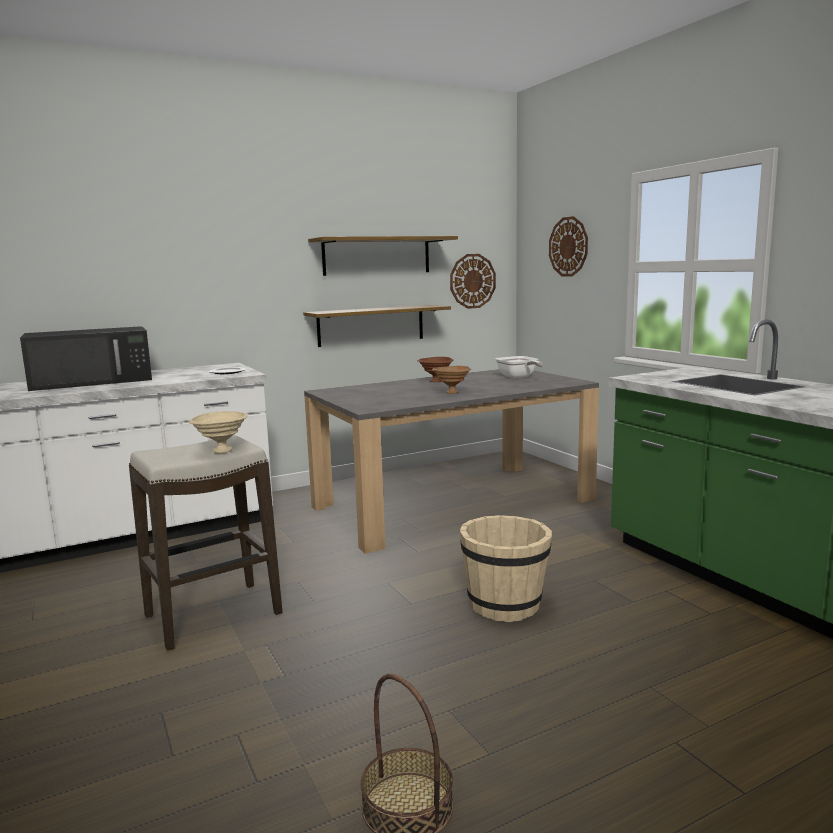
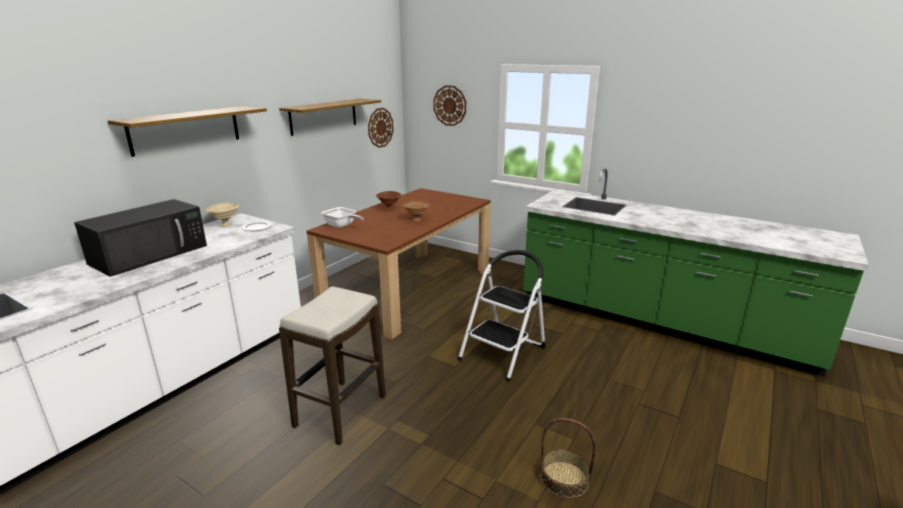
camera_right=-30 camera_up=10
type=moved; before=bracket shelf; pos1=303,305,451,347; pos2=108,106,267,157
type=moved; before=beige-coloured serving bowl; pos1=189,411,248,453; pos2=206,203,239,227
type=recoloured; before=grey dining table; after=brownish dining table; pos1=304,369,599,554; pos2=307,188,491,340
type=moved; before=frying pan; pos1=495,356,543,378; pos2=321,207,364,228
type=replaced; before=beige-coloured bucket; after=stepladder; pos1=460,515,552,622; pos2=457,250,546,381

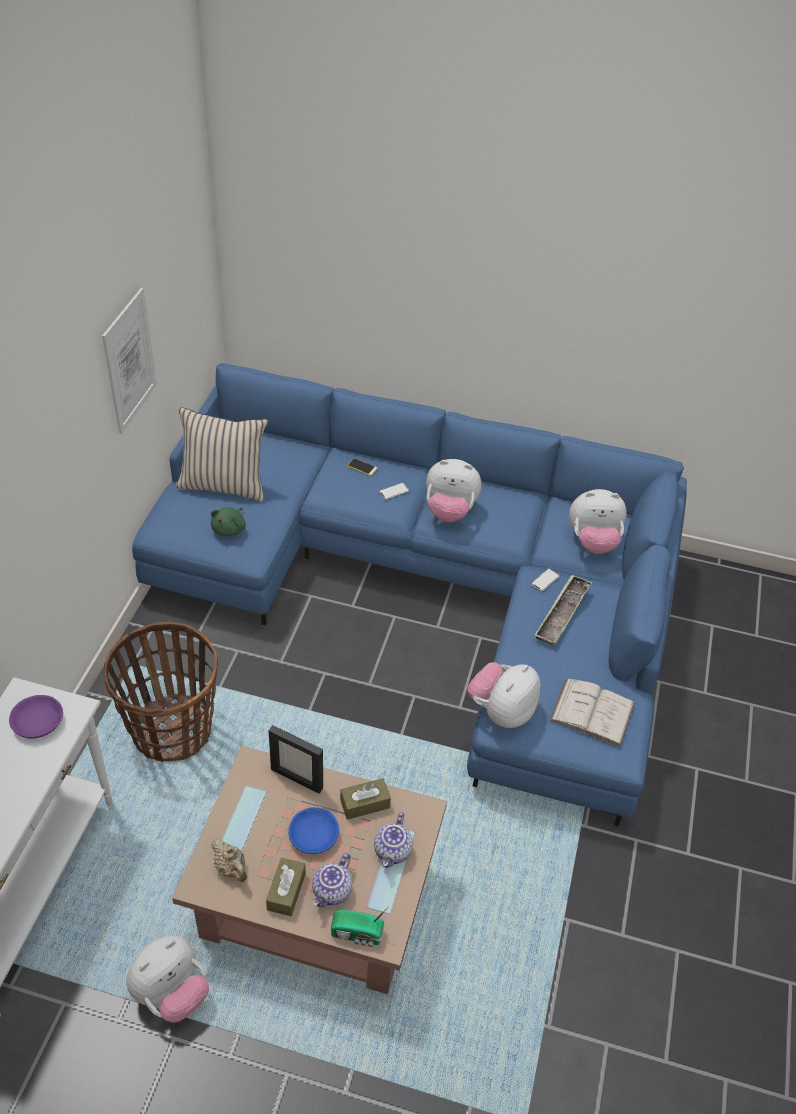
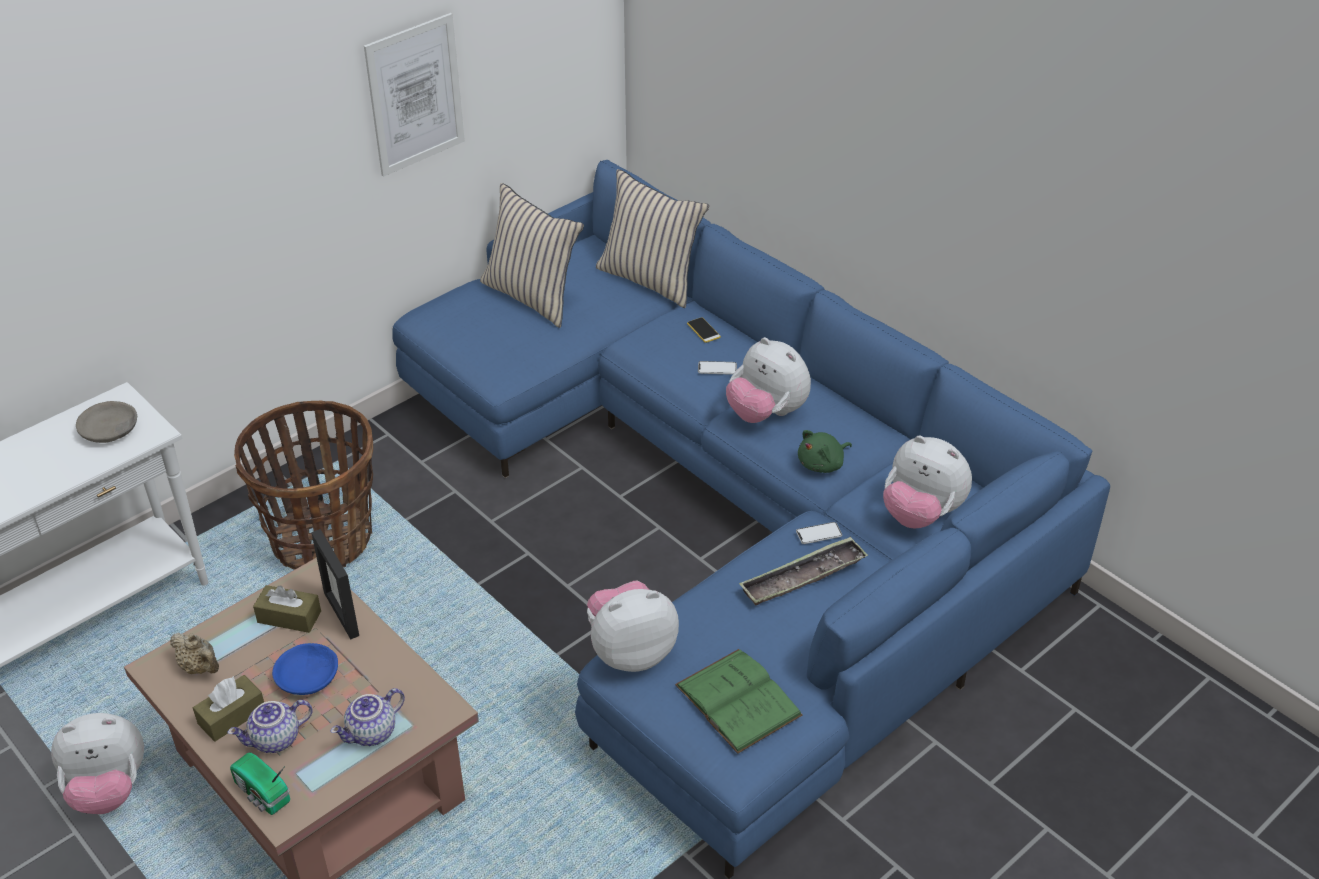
camera_right=35 camera_up=-5
type=recoloured; before=purple serving bowl; after=grey serving bowl; pos1=9,695,63,739; pos2=76,401,137,443
type=turned; before=beige-coloured pot for tea; pos1=211,838,247,882; pos2=170,632,219,674; turn=-45
type=moved; before=brownish tissue holder; pos1=340,778,391,820; pos2=253,585,321,633
type=added; after=beige-coloured pillow; pos2=596,169,709,308
type=recoloured; before=white volume; after=green volume; pos1=550,678,635,747; pos2=675,649,803,754
type=moved; before=green soft toy; pos1=211,507,246,536; pos2=798,430,852,473

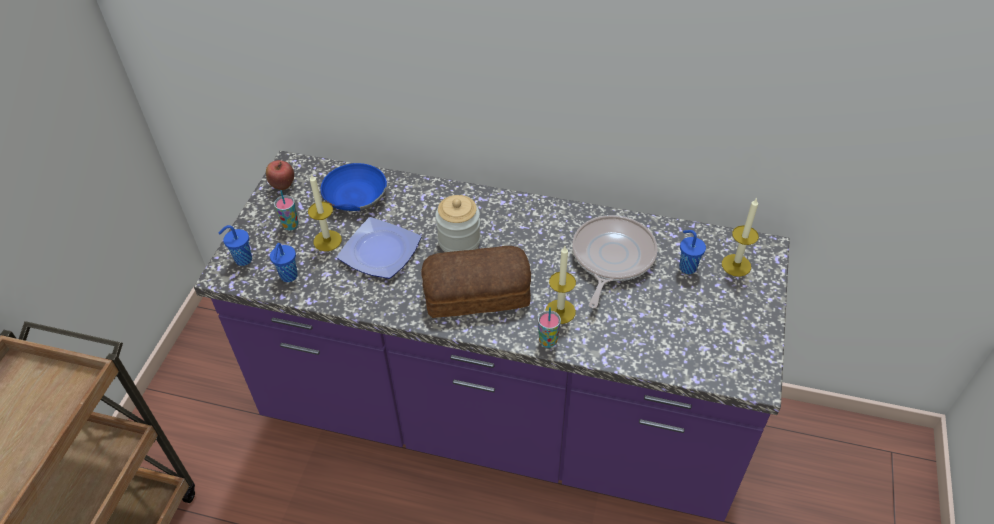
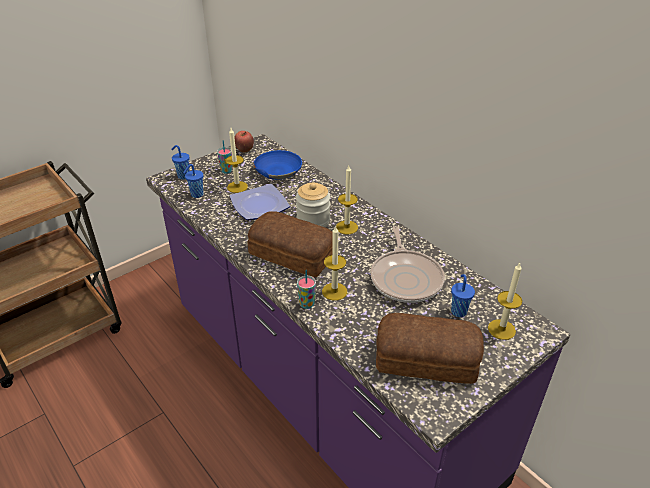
camera_right=35 camera_up=-10
type=added; after=candle; pos2=336,166,358,234
type=turned; before=frying pan; pos1=572,215,658,308; pos2=371,226,445,303; turn=120
type=added; after=bread; pos2=376,313,484,384

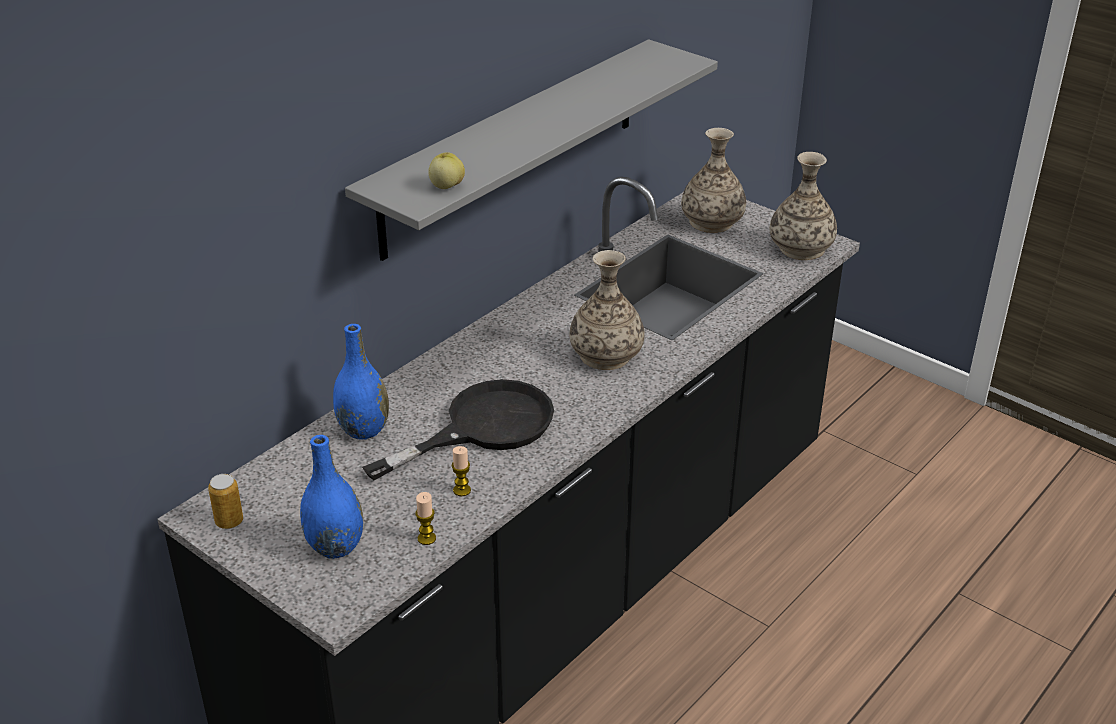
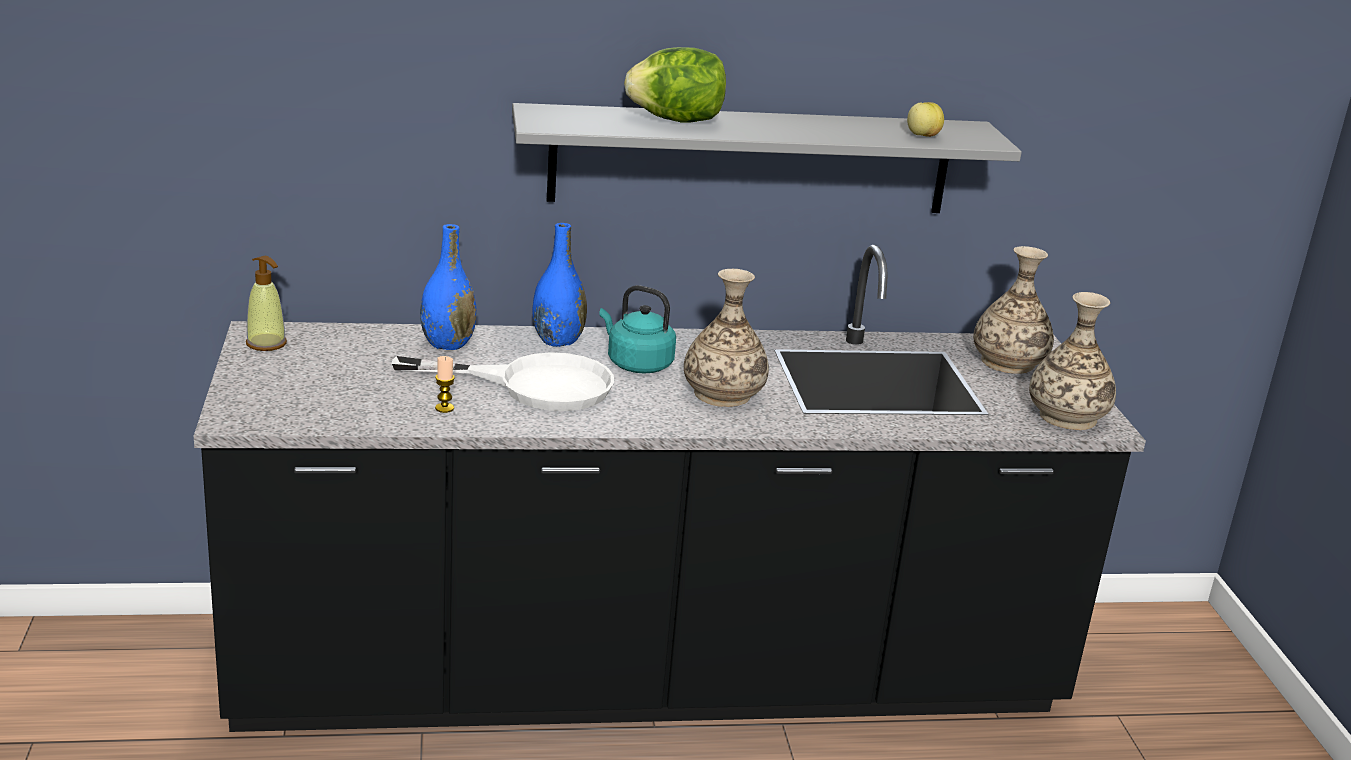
camera_right=40 camera_up=-10
type=replaced; before=metal can; after=liquid soap bottle; pos1=208,474,243,529; pos2=246,256,287,351
type=recoloured; before=black frying pan; after=white frying pan; pos1=362,379,554,480; pos2=392,352,614,411
type=moved; before=bluish vase; pos1=300,435,363,559; pos2=532,223,587,347
type=added; after=blue-green water kettle; pos2=599,285,676,373
type=added; after=lettuce head; pos2=624,47,726,122
type=moved; before=apple; pos1=428,152,465,189; pos2=907,102,944,137
type=removed; before=candle; pos1=415,492,436,545

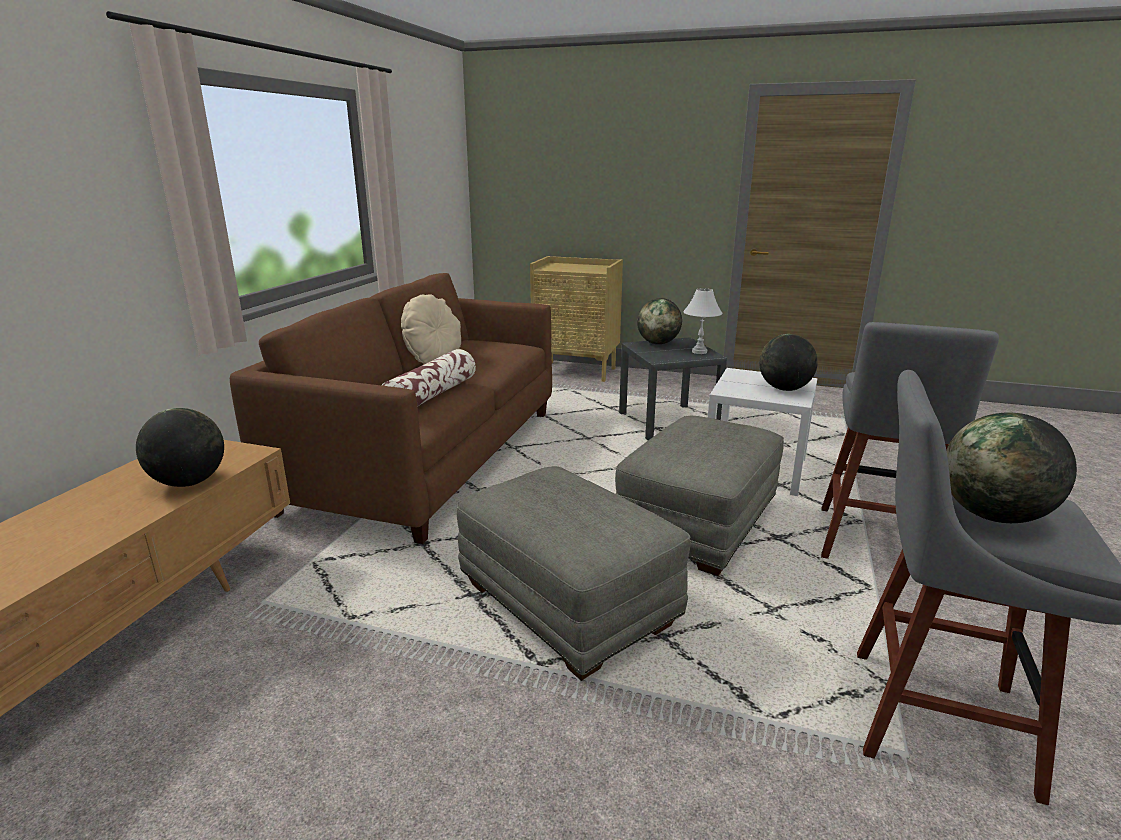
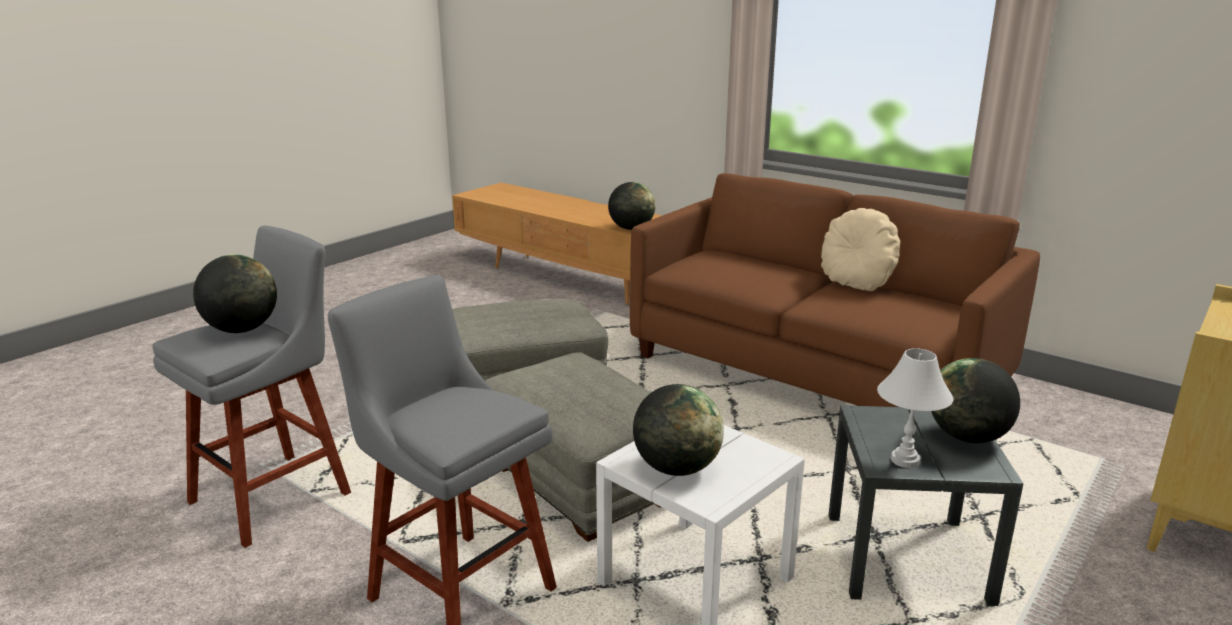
camera_right=110 camera_up=0
type=removed; before=pillow; pos1=381,349,476,407

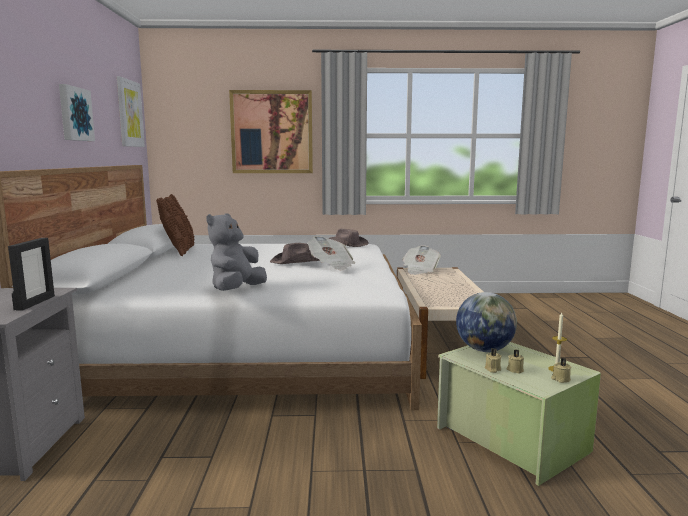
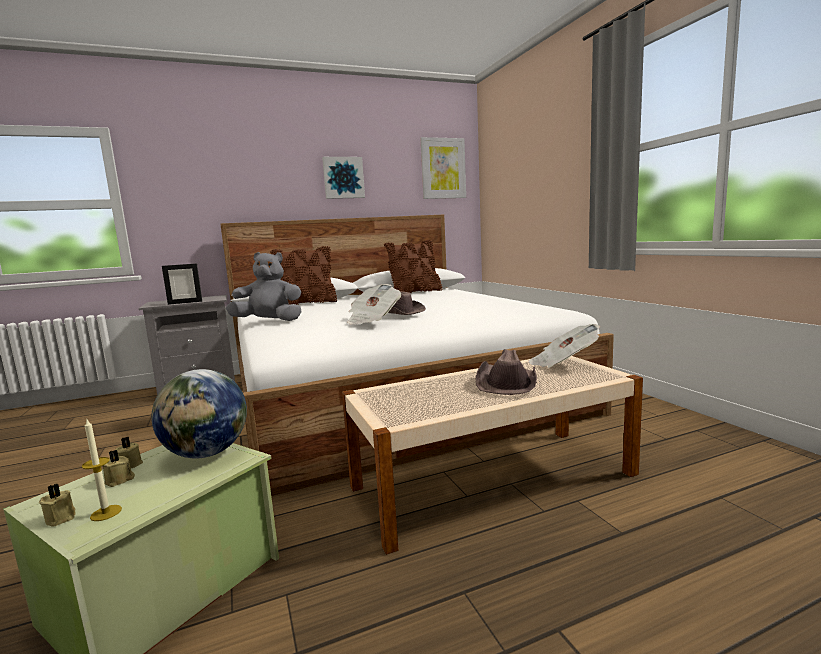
camera_right=70 camera_up=0
type=added; after=brownish pillow; pos2=270,246,337,305
type=moved; before=brownish hat; pos1=328,229,368,247; pos2=475,349,537,395
type=removed; before=wall picture; pos1=229,90,313,173

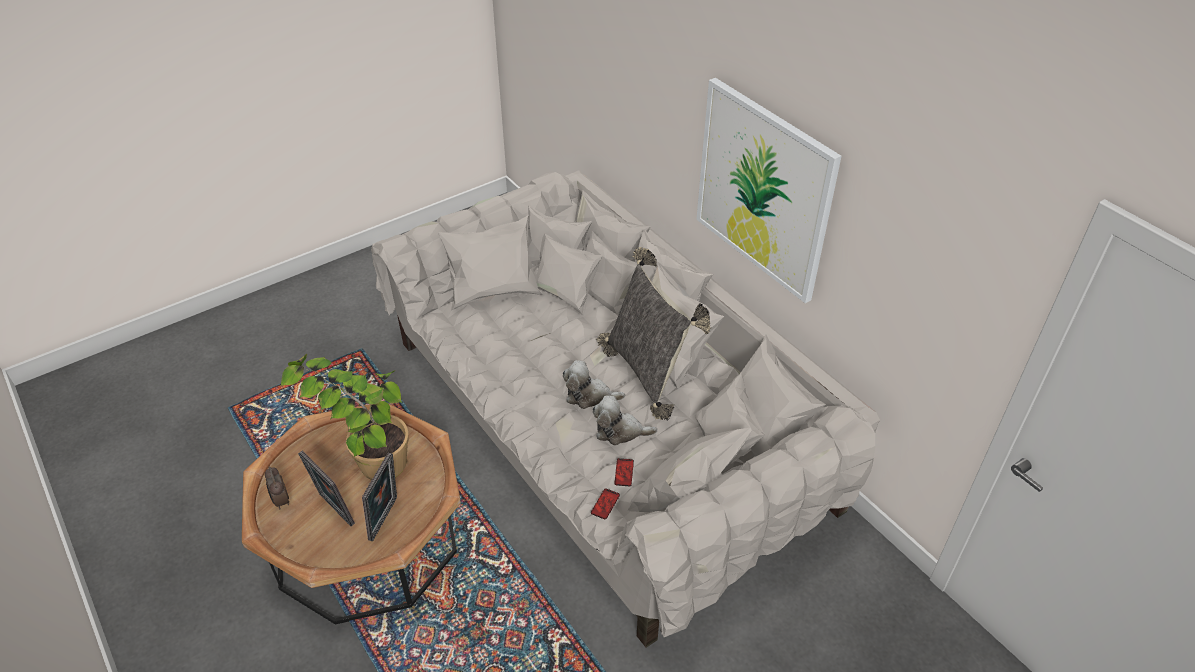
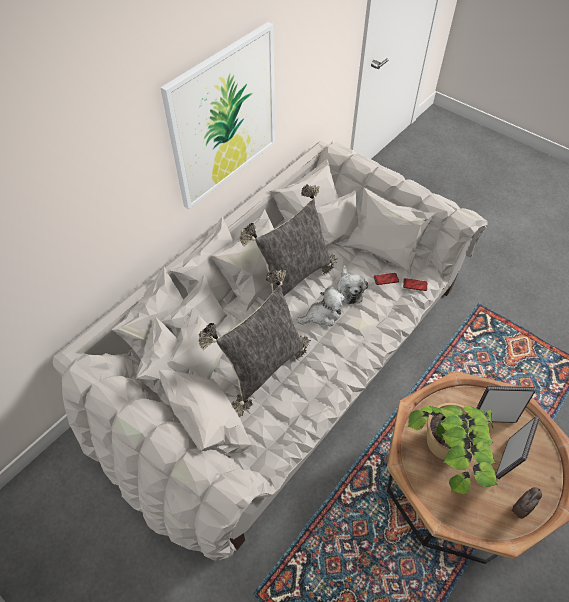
camera_right=-105 camera_up=10
type=added; after=pillow; pos2=198,269,311,418
type=turned; before=soft toy; pos1=563,360,625,409; pos2=296,287,345,326; turn=-105

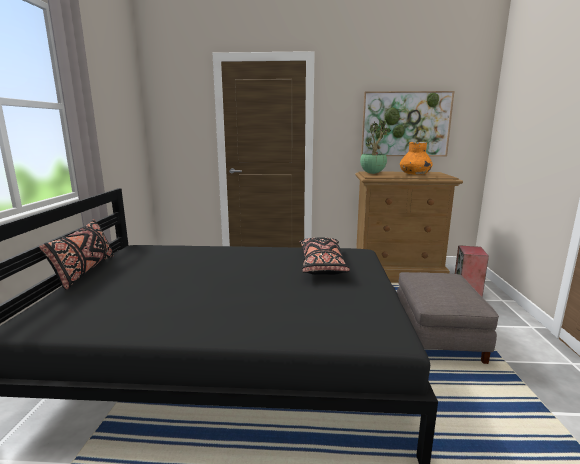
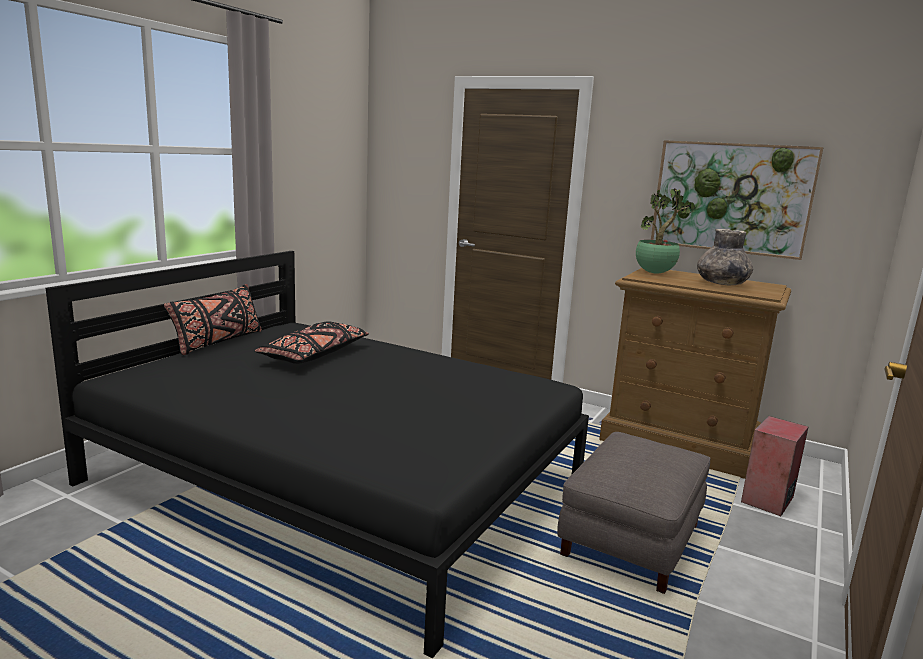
camera_right=25 camera_up=0
type=moved; before=black pillow; pos1=300,237,350,275; pos2=255,322,369,364
type=recoloured; before=orangey vase; after=grey vase; pos1=400,142,433,175; pos2=697,229,753,285

